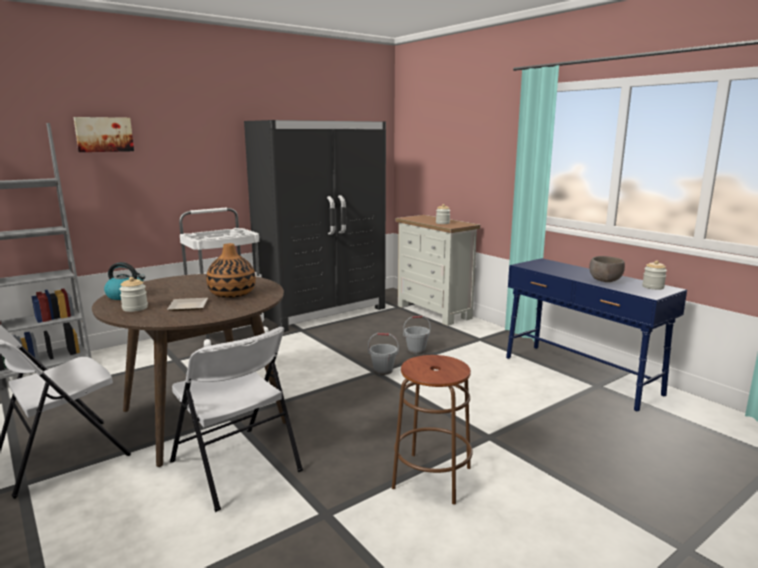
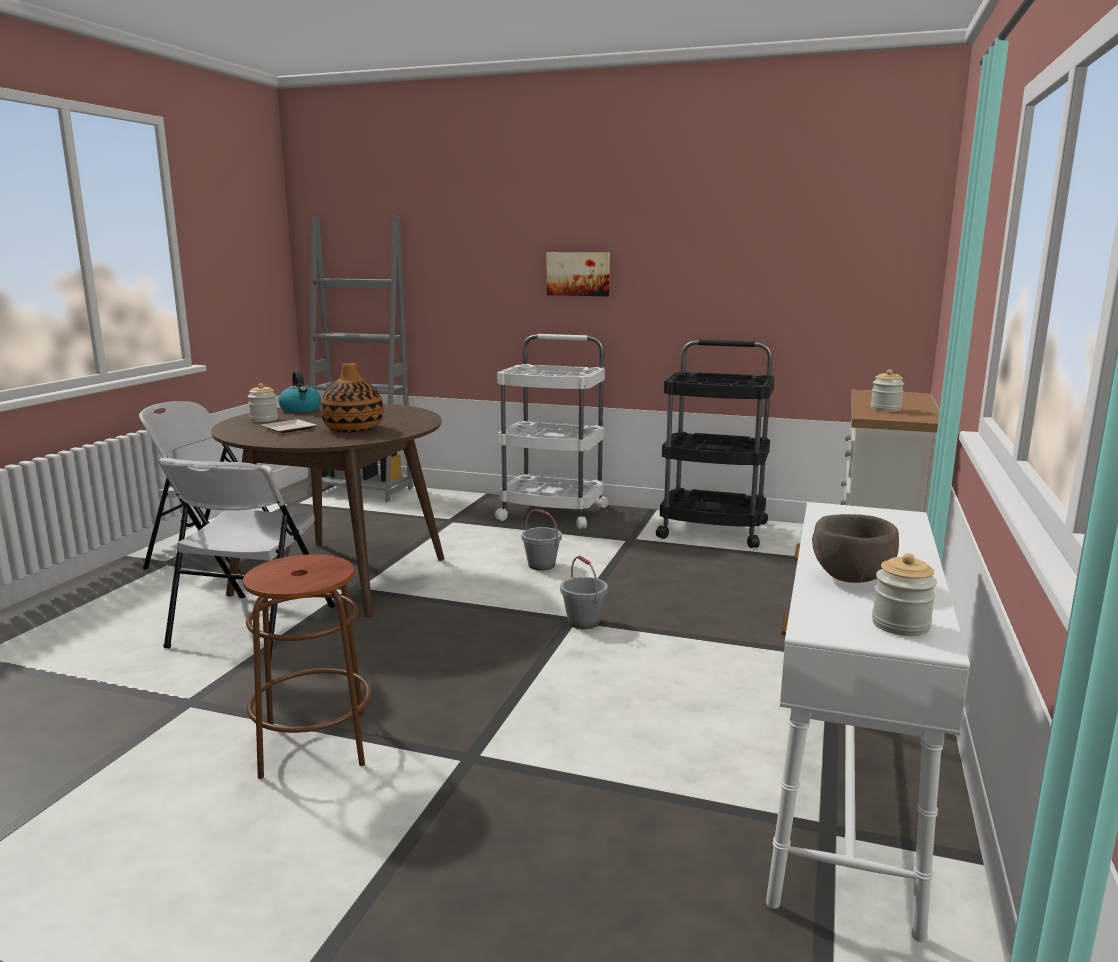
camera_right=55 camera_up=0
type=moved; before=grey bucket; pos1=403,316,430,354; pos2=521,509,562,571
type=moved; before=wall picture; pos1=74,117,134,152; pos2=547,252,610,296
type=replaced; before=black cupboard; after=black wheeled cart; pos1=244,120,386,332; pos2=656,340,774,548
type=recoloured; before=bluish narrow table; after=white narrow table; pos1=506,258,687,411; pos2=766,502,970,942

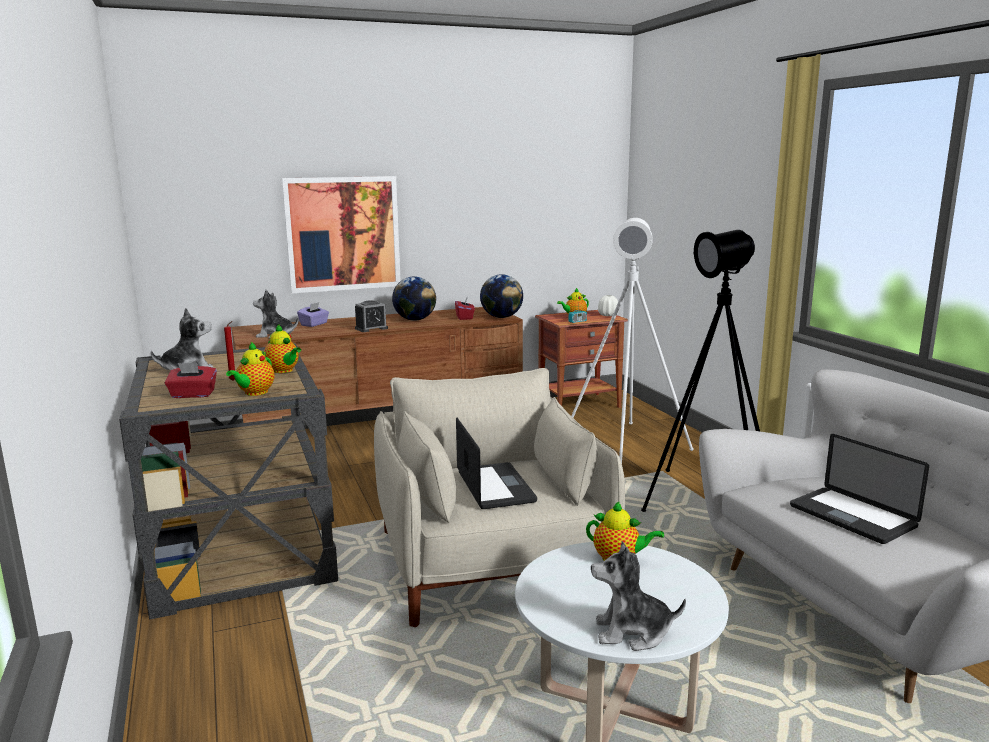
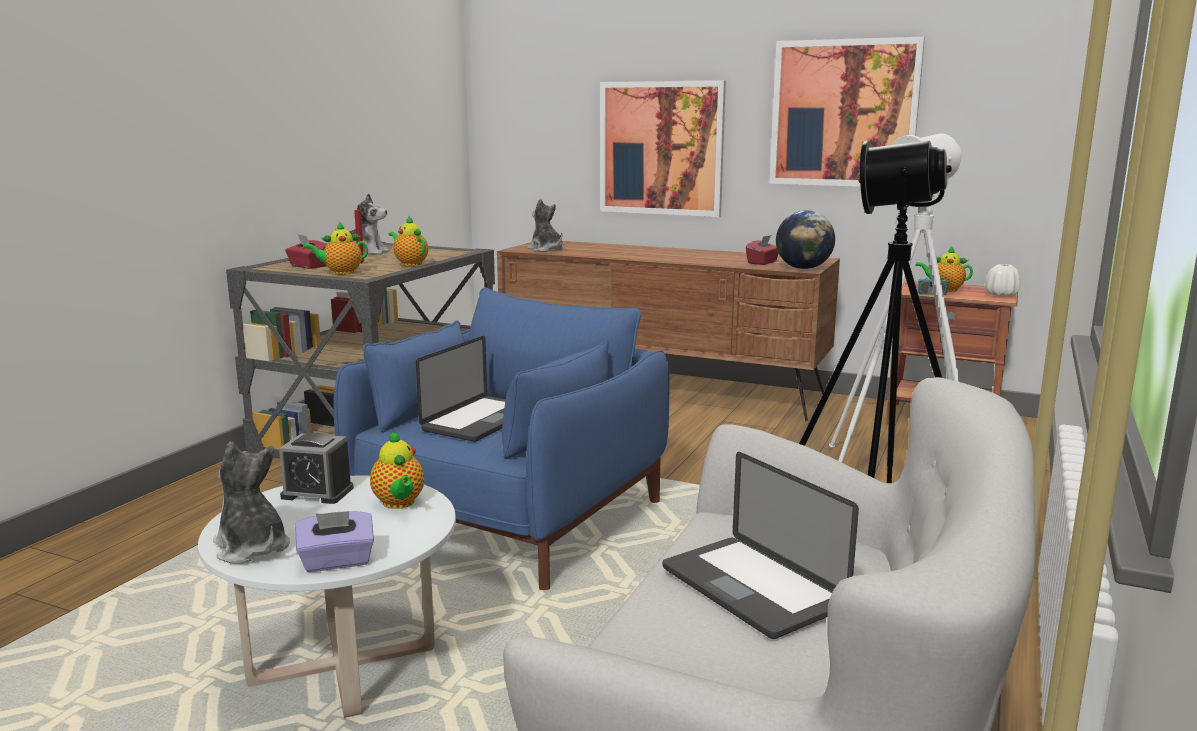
camera_right=45 camera_up=0
type=moved; before=bedside clock; pos1=355,300,388,332; pos2=279,433,354,504
type=moved; before=purple tissue holder; pos1=297,302,329,327; pos2=295,511,374,572
type=recoloured; before=beige-coloured easy chair; after=bluish easy chair; pos1=374,368,625,627; pos2=333,288,669,590
type=turned; before=pot for tea; pos1=264,324,301,373; pos2=389,216,429,266; turn=135
type=turned; before=notebook computer; pos1=790,434,929,544; pos2=663,452,859,639; turn=-45
type=added; after=wall picture; pos2=769,37,925,187
type=removed; before=globe; pos1=392,277,436,321

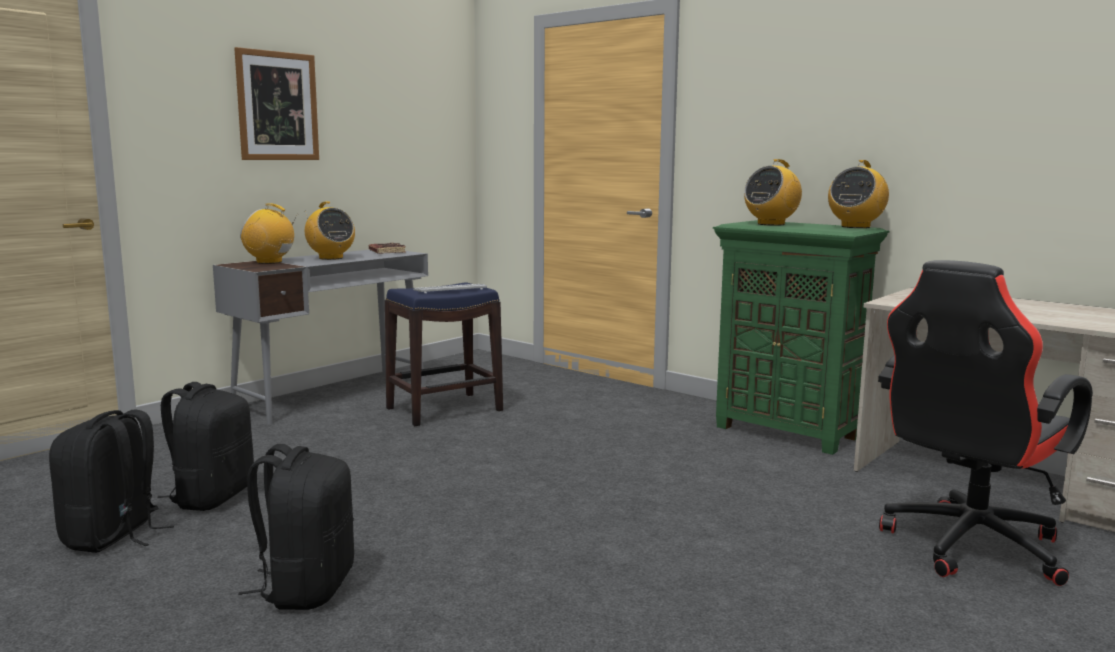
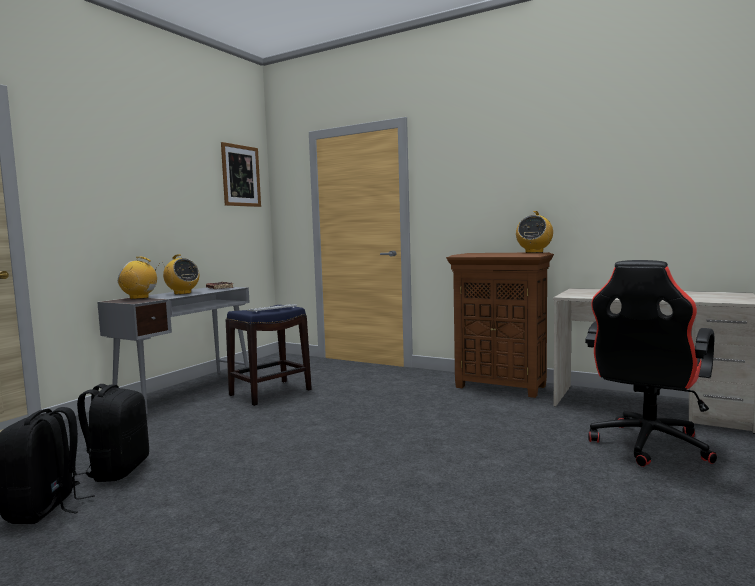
camera_right=-10 camera_up=-5
type=moved; before=wall picture; pos1=234,47,319,160; pos2=221,142,261,207
type=recoloured; before=green cupboard; after=brownish cupboard; pos1=713,220,889,455; pos2=446,252,554,398
type=removed; before=black rucksack; pos1=238,444,354,610
type=removed; before=radio receiver; pos1=744,159,802,226

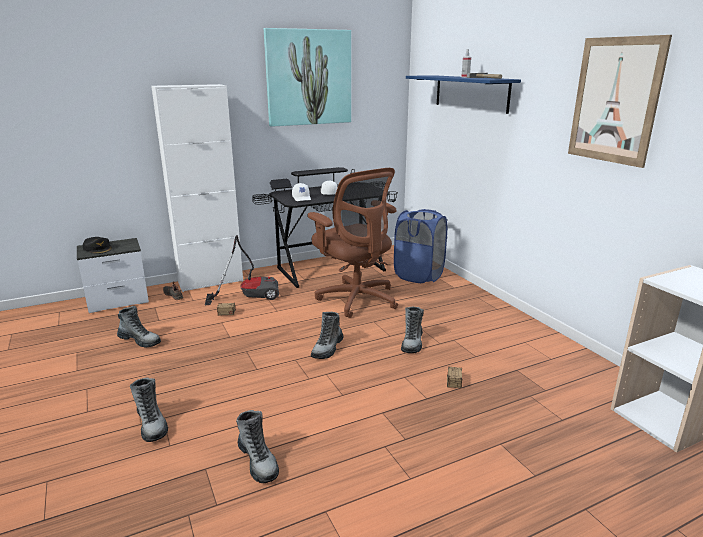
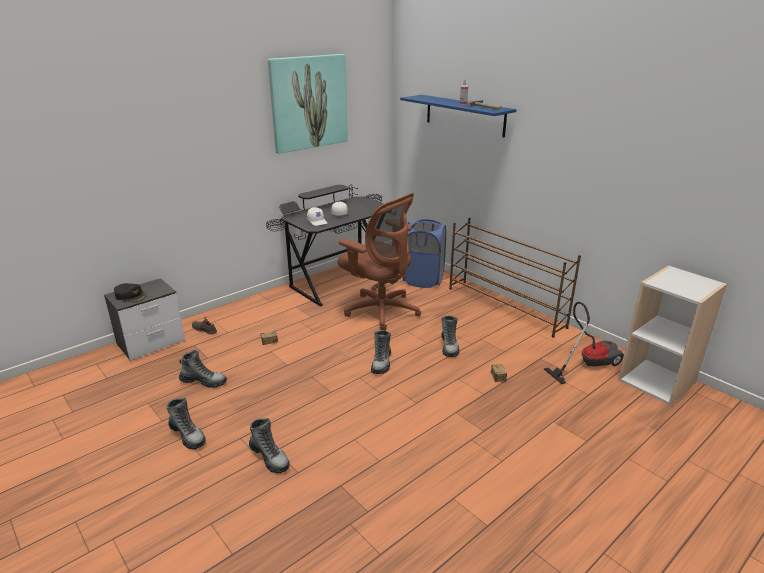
camera_right=-15 camera_up=5
type=moved; before=tall boot; pos1=236,410,279,483; pos2=166,398,206,449
type=added; after=brownish shoe rack; pos2=449,218,581,337
type=moved; before=vacuum cleaner; pos1=205,235,279,305; pos2=544,302,624,384
type=removed; before=white cupboard; pos1=151,84,243,292
type=removed; before=wall picture; pos1=568,35,672,168

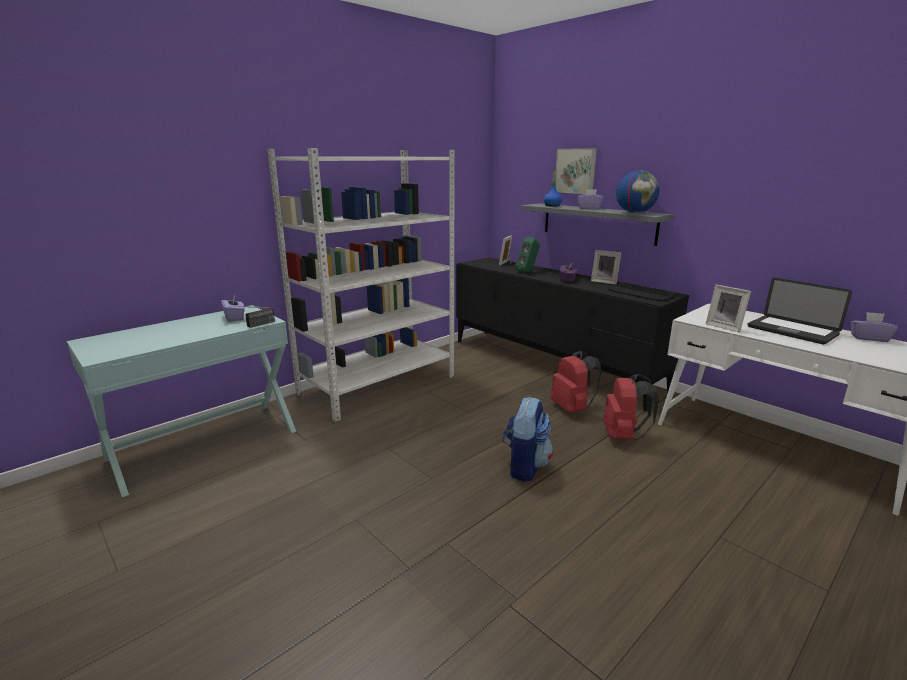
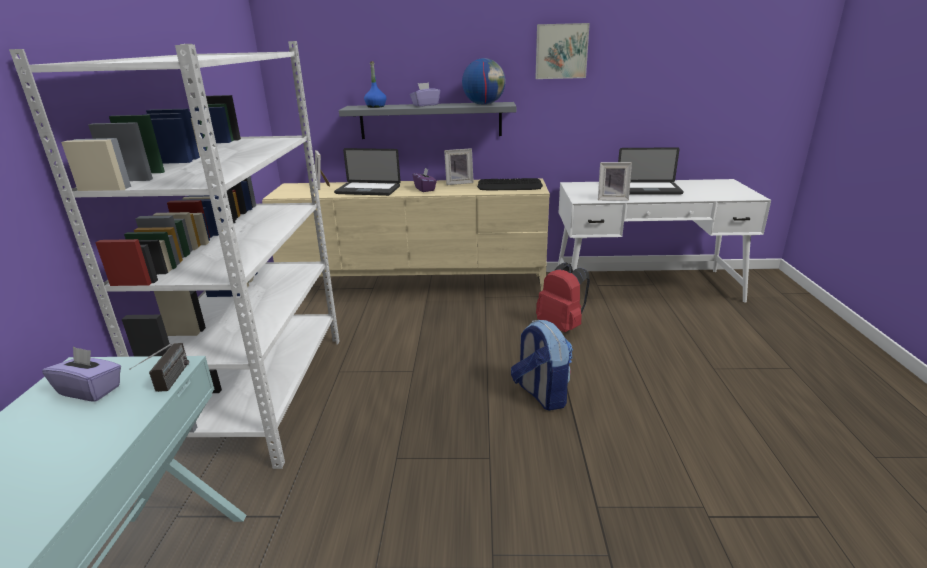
camera_right=-45 camera_up=5
type=recoloured; before=black cupboard; after=beige-coloured cupboard; pos1=456,257,689,411; pos2=262,178,550,291
type=replaced; before=green audio speaker; after=notebook computer; pos1=516,237,540,272; pos2=334,148,401,196
type=moved; before=wall picture; pos1=556,148,597,194; pos2=535,23,590,79
type=removed; before=red-coloured rucksack; pos1=550,351,602,413
type=removed; before=purple tissue holder; pos1=850,312,898,342

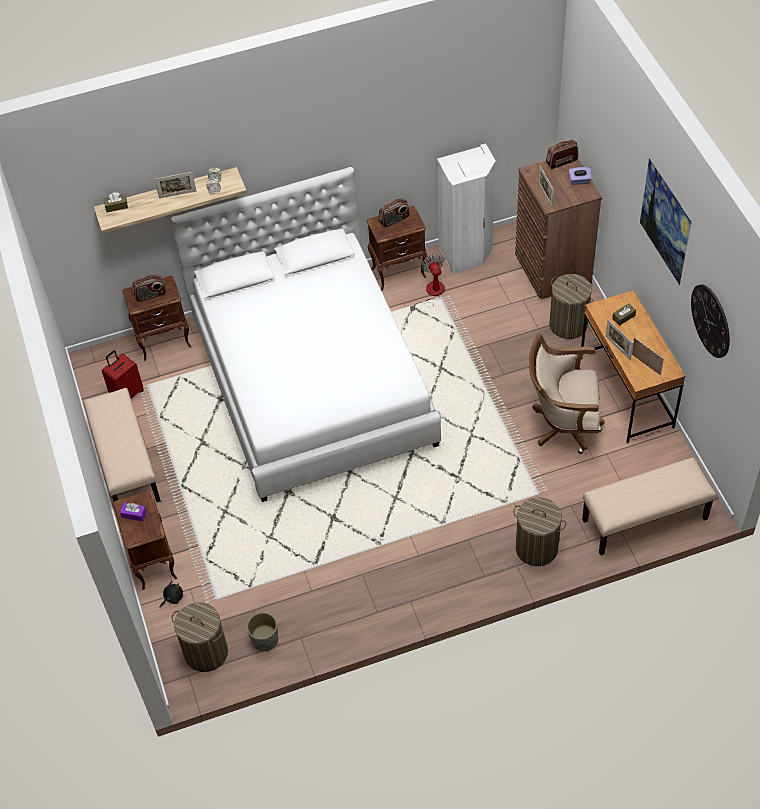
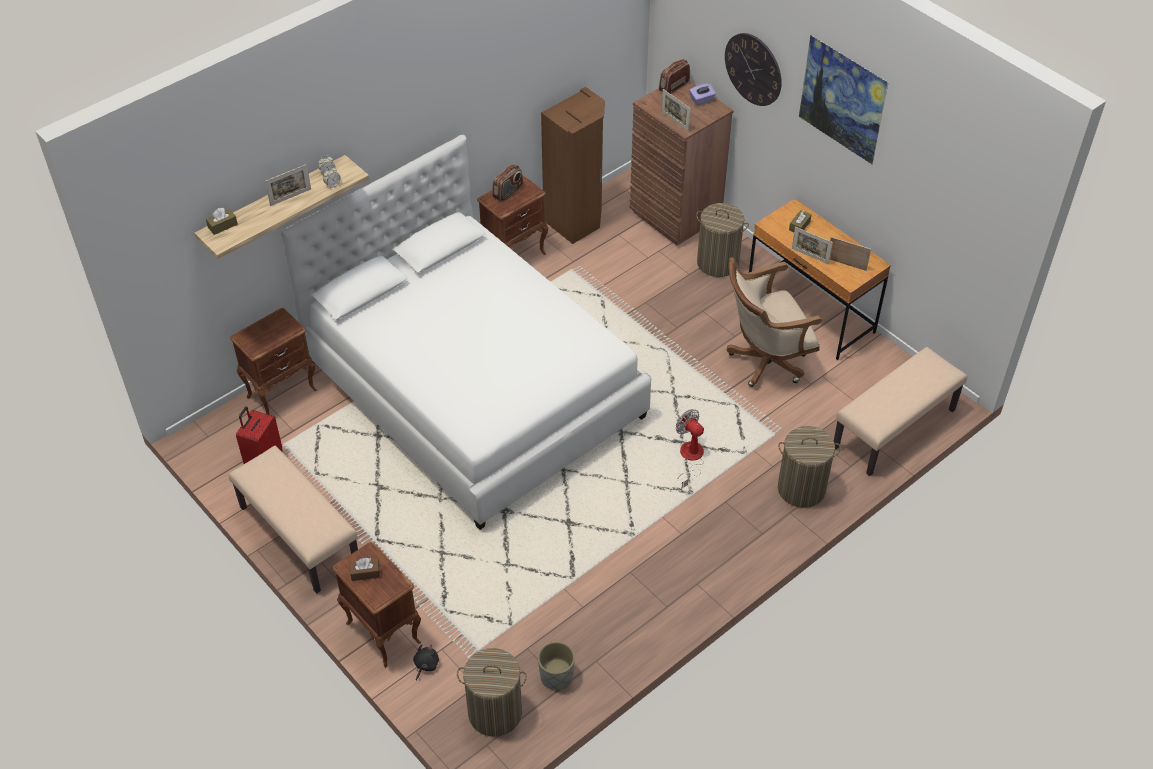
camera_right=-25 camera_up=-5
type=recoloured; before=purple tissue holder; after=brownish tissue holder; pos1=120,503,147,521; pos2=350,558,380,581
type=recoloured; before=white cupboard; after=brownish cupboard; pos1=437,143,496,274; pos2=541,87,605,244
type=moved; before=fan; pos1=410,254,445,314; pos2=676,409,704,490
type=moved; before=clock on the wall; pos1=691,284,730,358; pos2=725,33,782,106
type=removed; before=radio receiver; pos1=132,274,166,302

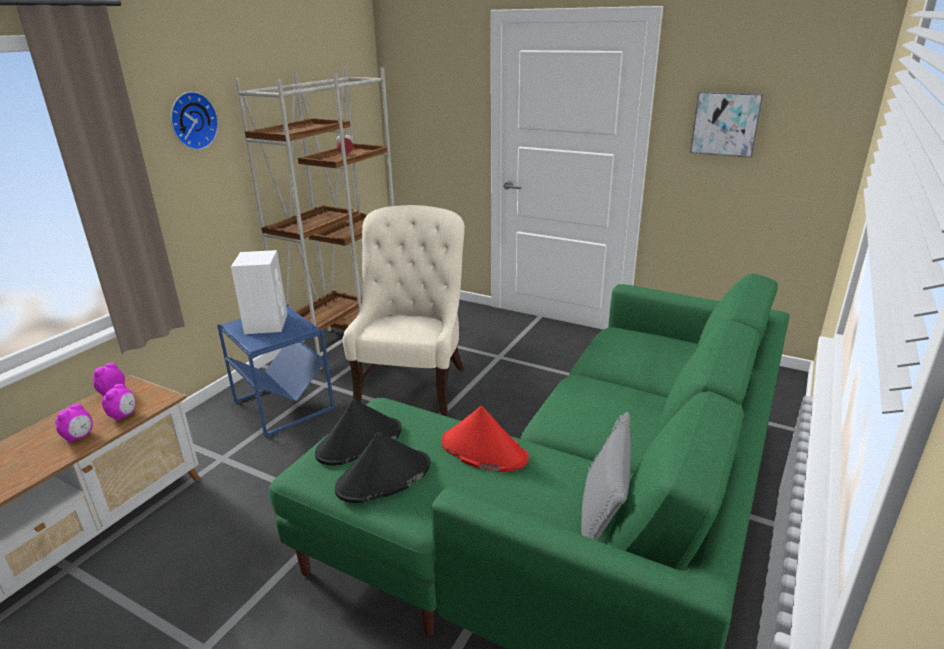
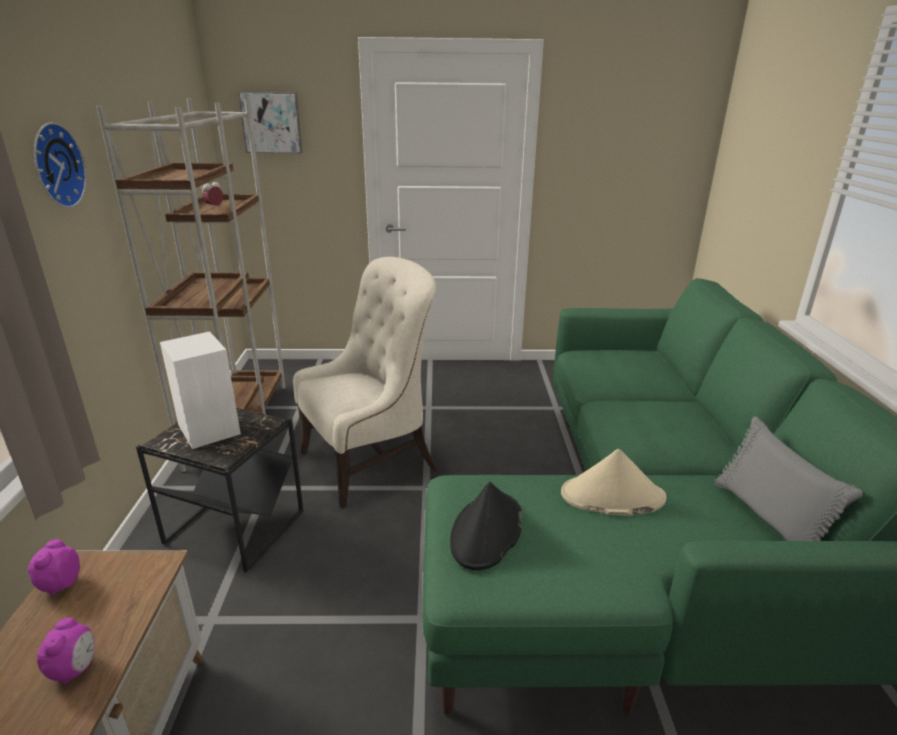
camera_right=-30 camera_up=0
type=recoloured; before=bluish end table; after=black end table; pos1=217,304,334,437; pos2=136,408,304,573
type=moved; before=wall picture; pos1=690,92,763,158; pos2=238,92,302,153
type=turned; before=beige-coloured easy chair; pos1=343,205,465,417; pos2=293,257,437,509; turn=75
type=recoloured; before=red-coloured hat; after=beige-coloured hat; pos1=442,406,529,472; pos2=561,449,666,516
type=removed; before=bedside clock; pos1=102,384,136,421
type=removed; before=black hat; pos1=335,432,430,503

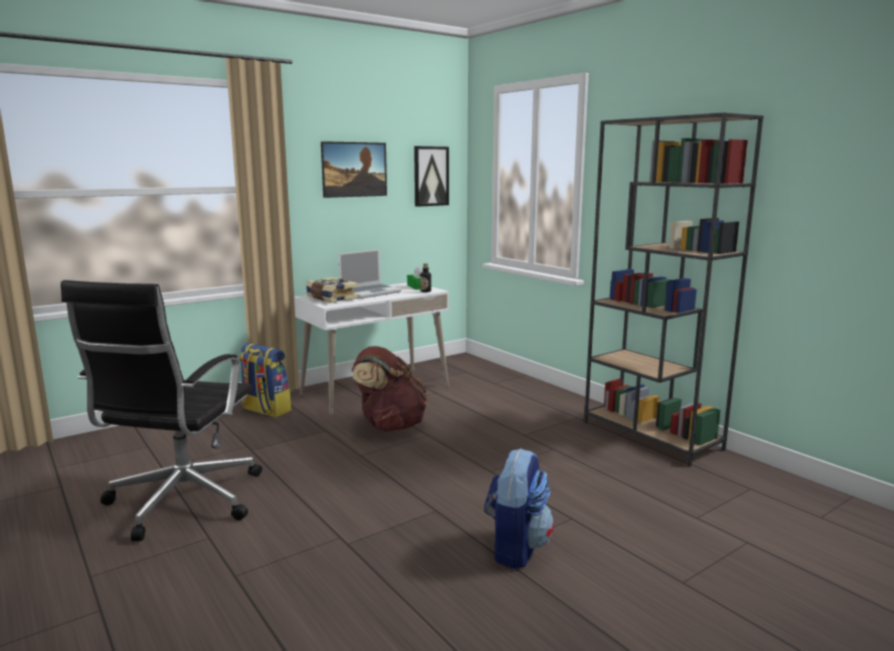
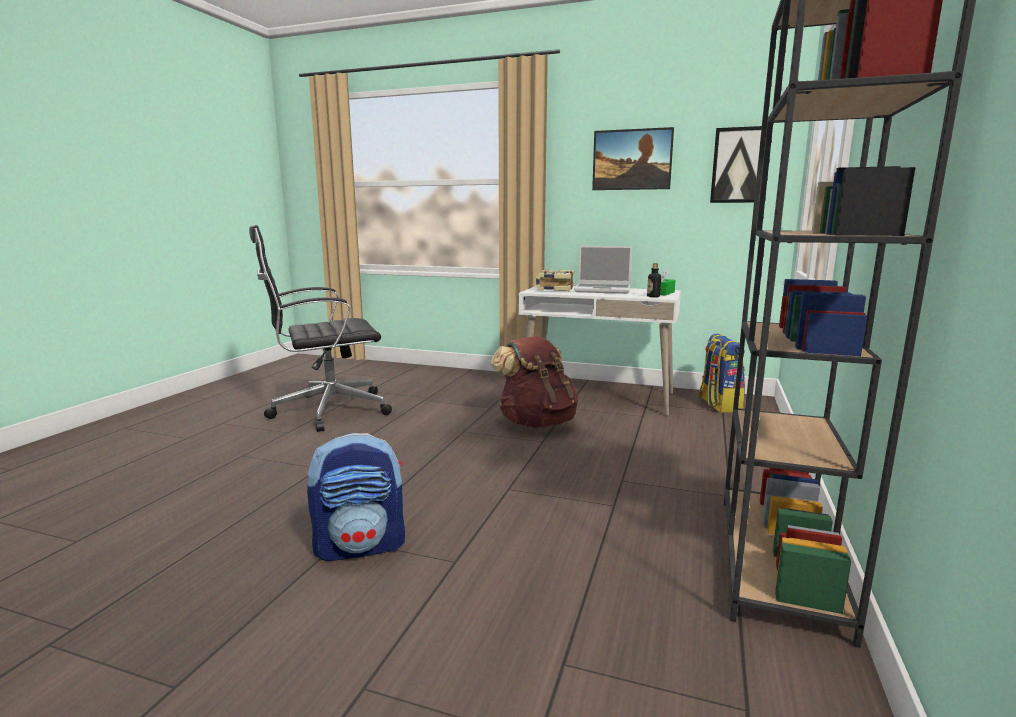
camera_right=55 camera_up=0
type=moved; before=rucksack; pos1=239,343,291,418; pos2=698,334,745,413

